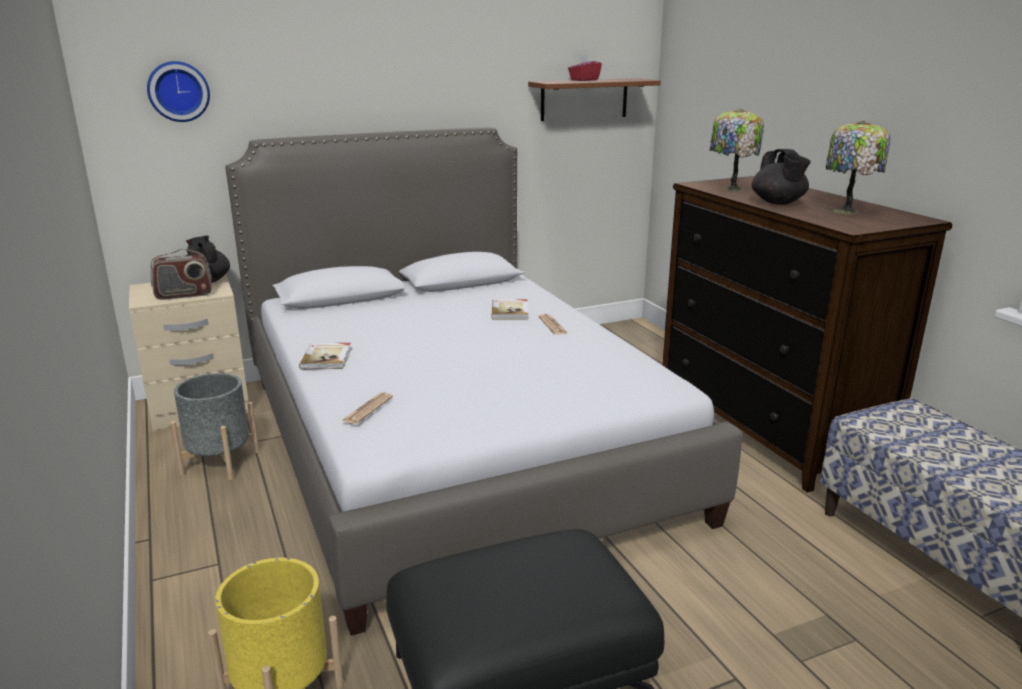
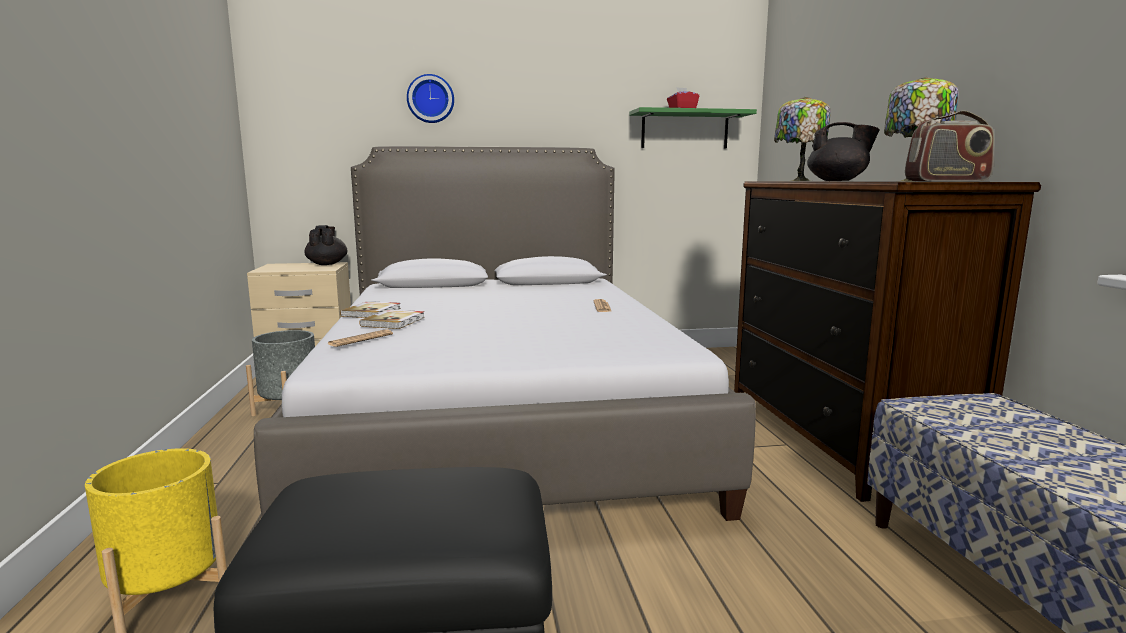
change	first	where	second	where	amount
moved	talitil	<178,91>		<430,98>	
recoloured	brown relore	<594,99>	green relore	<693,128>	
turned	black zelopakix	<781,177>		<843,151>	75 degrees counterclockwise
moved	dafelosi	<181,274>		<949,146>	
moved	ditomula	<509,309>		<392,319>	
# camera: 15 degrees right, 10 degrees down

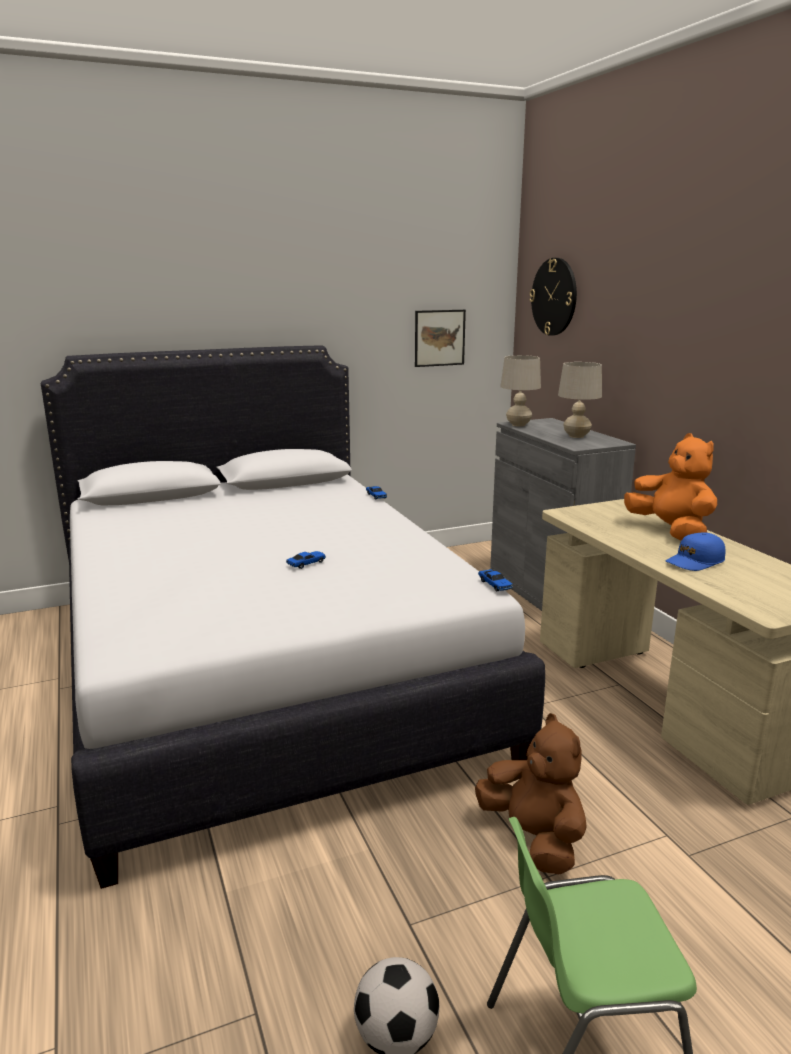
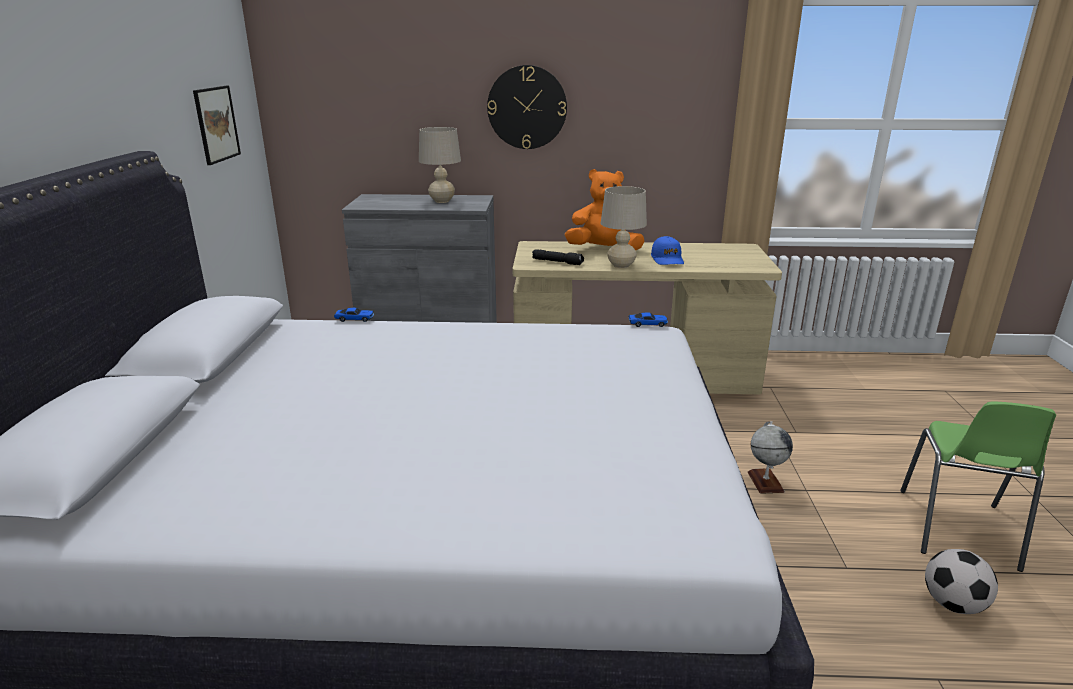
change	first	where	second	where	amount
moved	talitil	<553,297>		<527,107>	
moved	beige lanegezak	<520,391>		<624,227>	
removed	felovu	<306,560>			
replaced	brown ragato	<531,793>	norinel	<770,457>	
added			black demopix	<558,257>	
# camera: 65 degrees left, 5 degrees up

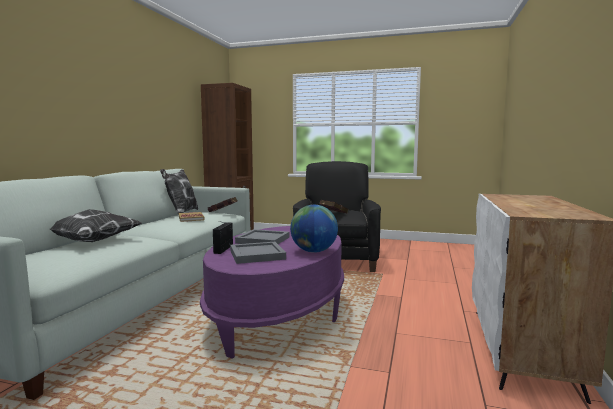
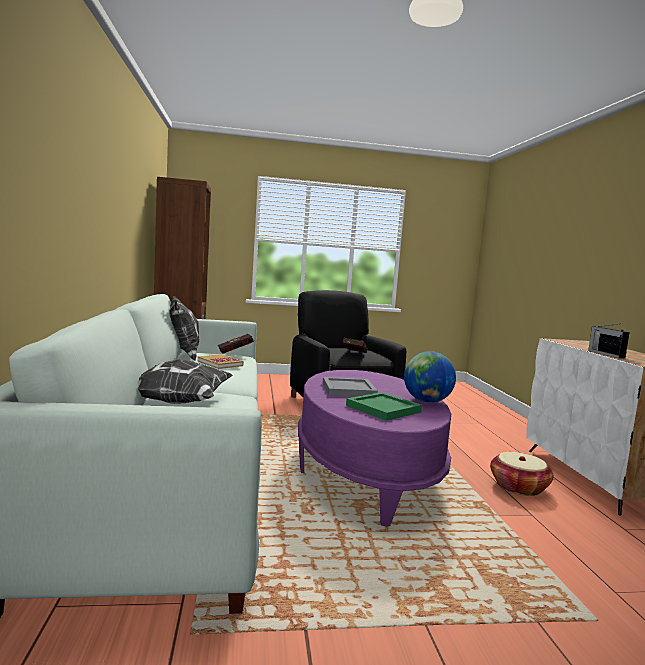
change	first	where	second	where	amount
moved	dafelosi	<223,237>		<609,340>	
recoloured	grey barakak	<258,253>	green barakak	<384,406>	
added			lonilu	<521,474>	
# camera: 25 degrees left, 0 degrees up

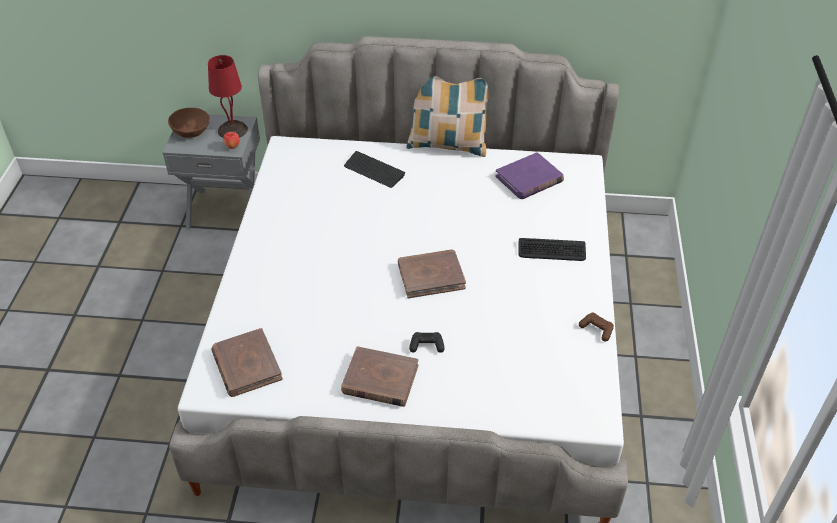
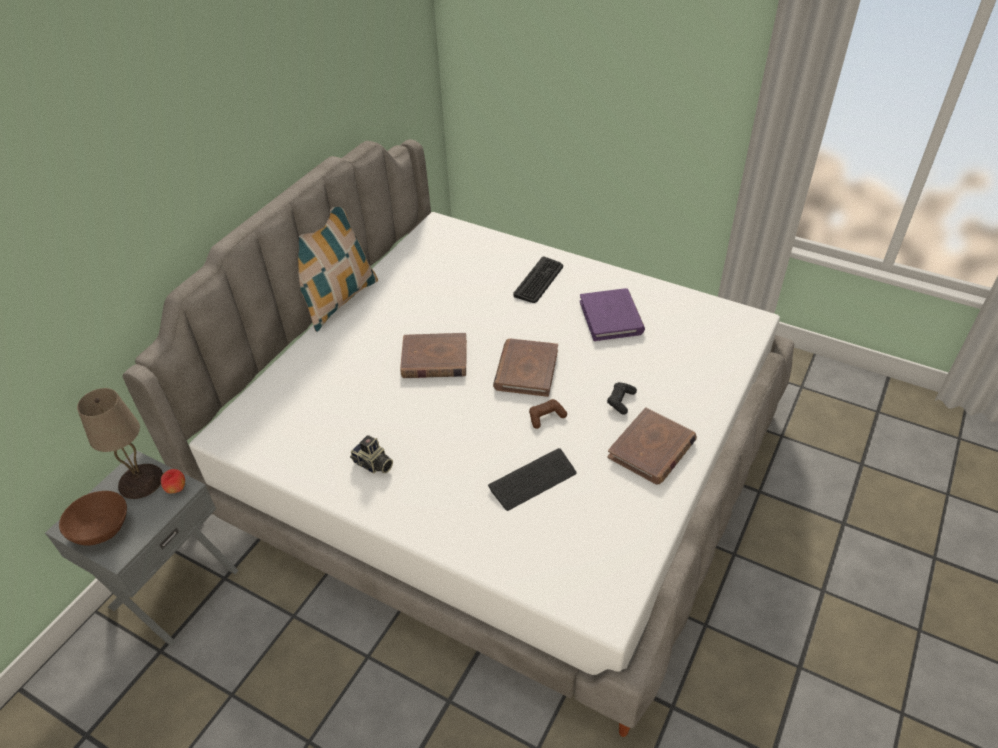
change	first	where	second	where	amount
recoloured	red lanegezak	<228,96>	beige lanegezak	<120,443>	
moved	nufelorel	<375,169>		<532,479>	
moved	purple ditomula	<529,175>		<612,314>	
moved	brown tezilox	<596,327>		<548,414>	
moved	brown ditomula	<247,362>		<433,355>	
added			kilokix	<371,454>	
# camera: 65 degrees left, 0 degrees up

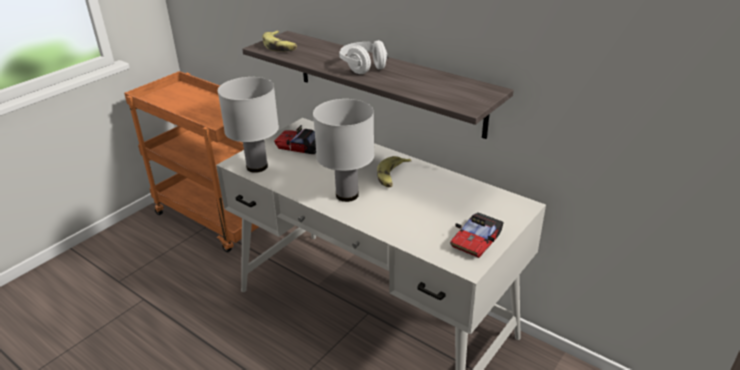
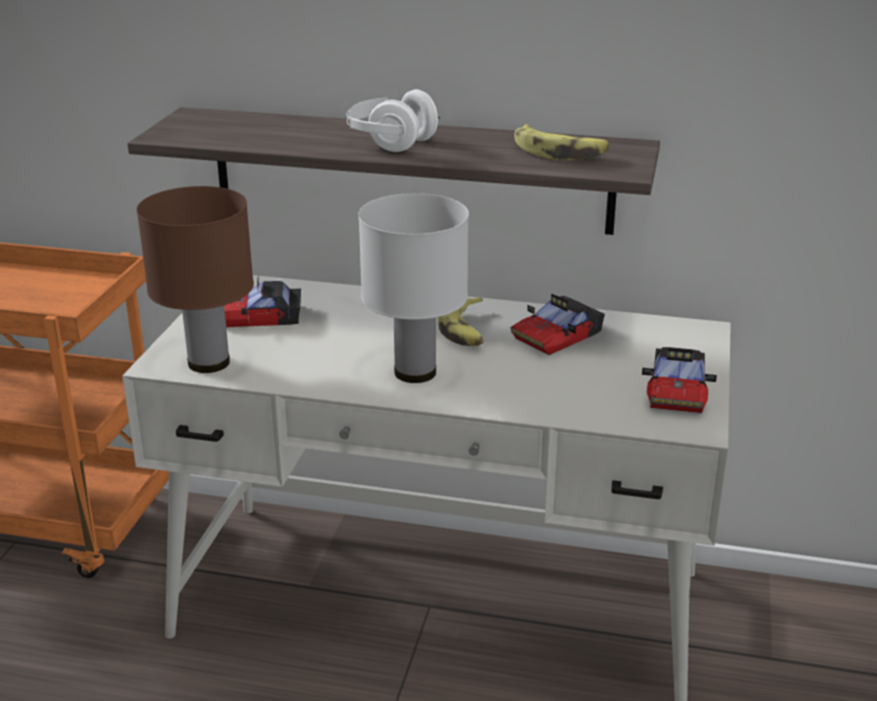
change	first	where	second	where	amount
moved	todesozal	<279,41>		<561,142>	
recoloured	white lanegezak	<248,125>	brown lanegezak	<195,279>	
added			felovu	<557,324>	
# camera: 25 degrees left, 5 degrees down

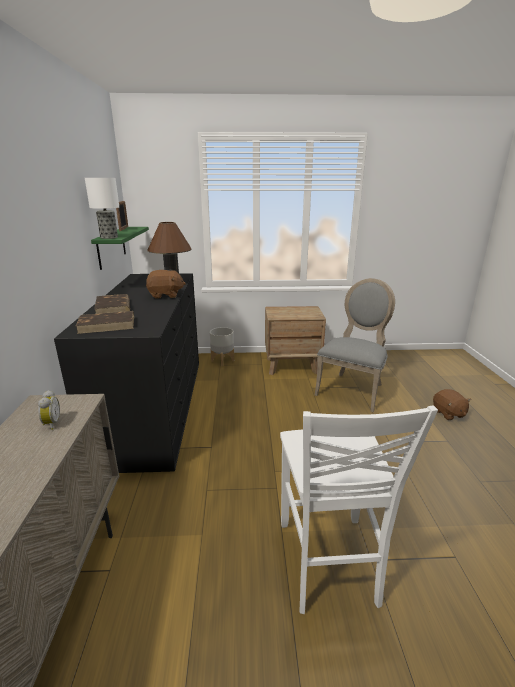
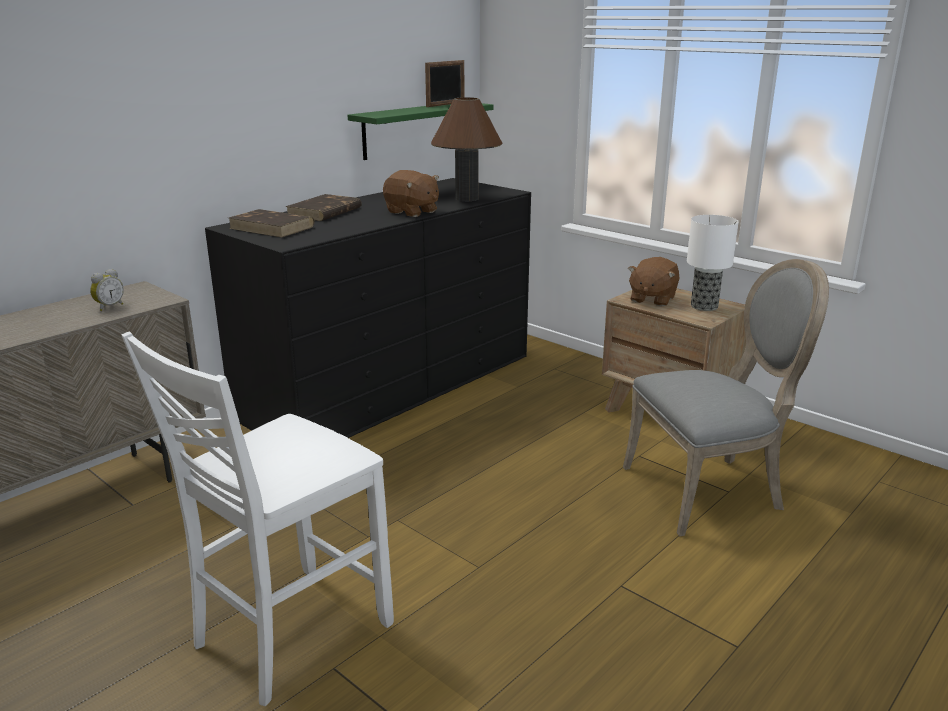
change	first	where	second	where	amount
moved	lanegezak	<102,208>		<713,263>	
removed	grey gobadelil	<222,346>			
moved	brown ragato	<452,404>		<654,282>	
# camera: 45 degrees right, 0 degrees up

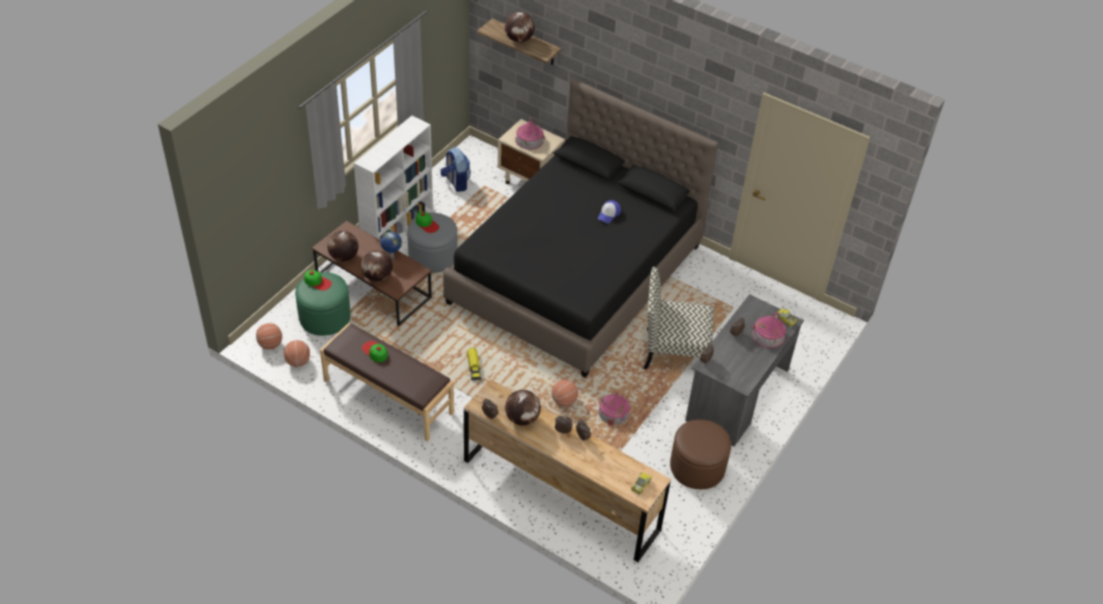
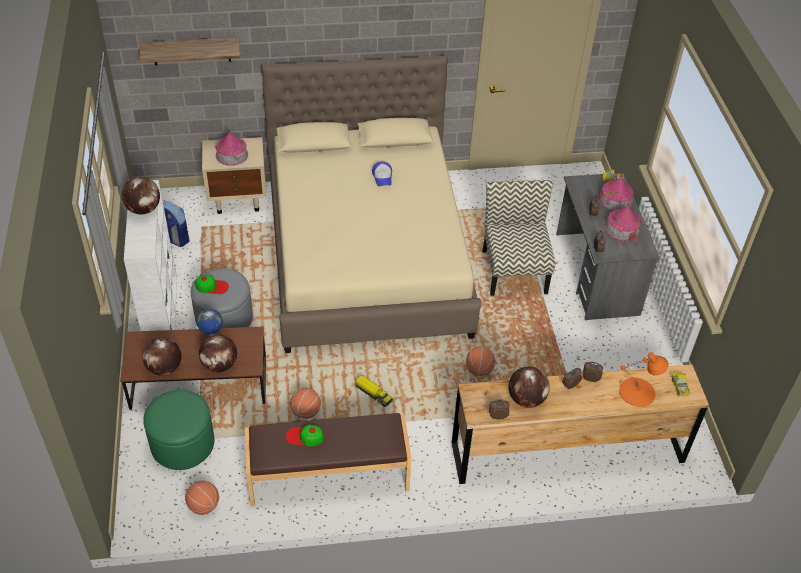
change	first	where	second	where	amount
moved	norinel	<520,27>		<141,196>	
recoloured	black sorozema	<580,228>	beige sorozema	<371,204>	
turned	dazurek	<679,318>		<518,238>	120 degrees clockwise
removed	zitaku	<318,280>			
moved	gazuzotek	<269,336>		<305,403>	
moved	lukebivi	<614,409>		<622,223>	
removed	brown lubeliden	<700,454>			
added			orange lanegezak	<644,379>	
# camera: 40 degrees left, 0 degrees up

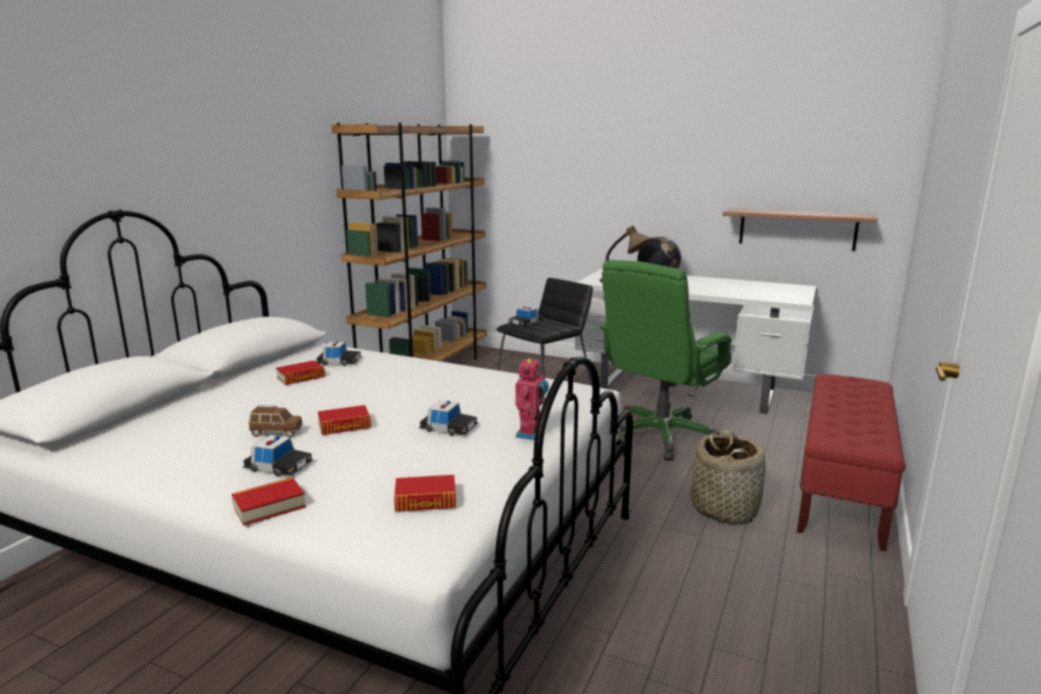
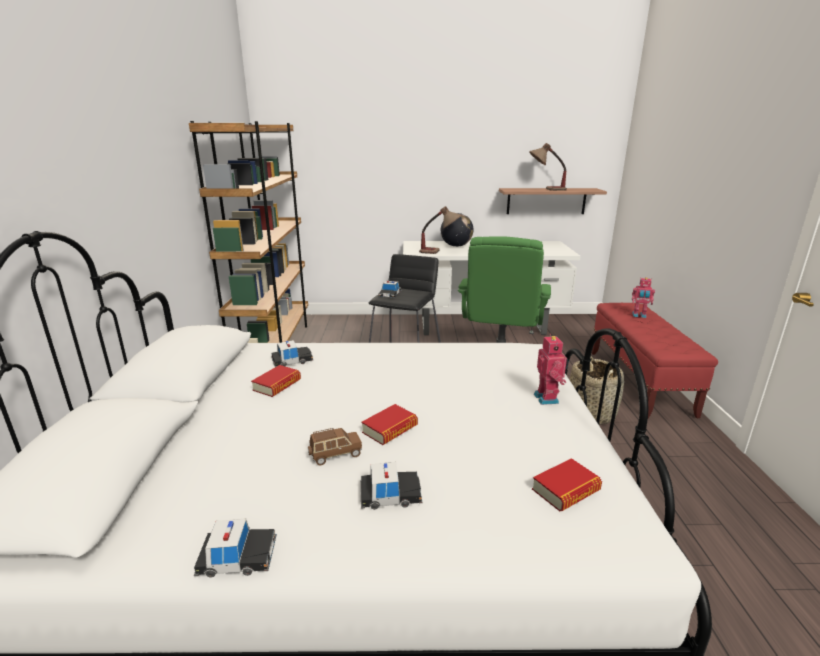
change	first	where	second	where	amount
moved	felovu	<448,418>		<235,548>	
removed	ditomula	<269,501>			
added			lanegezak	<548,167>	
added			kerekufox	<643,297>	
# camera: 25 degrees left, 5 degrees up

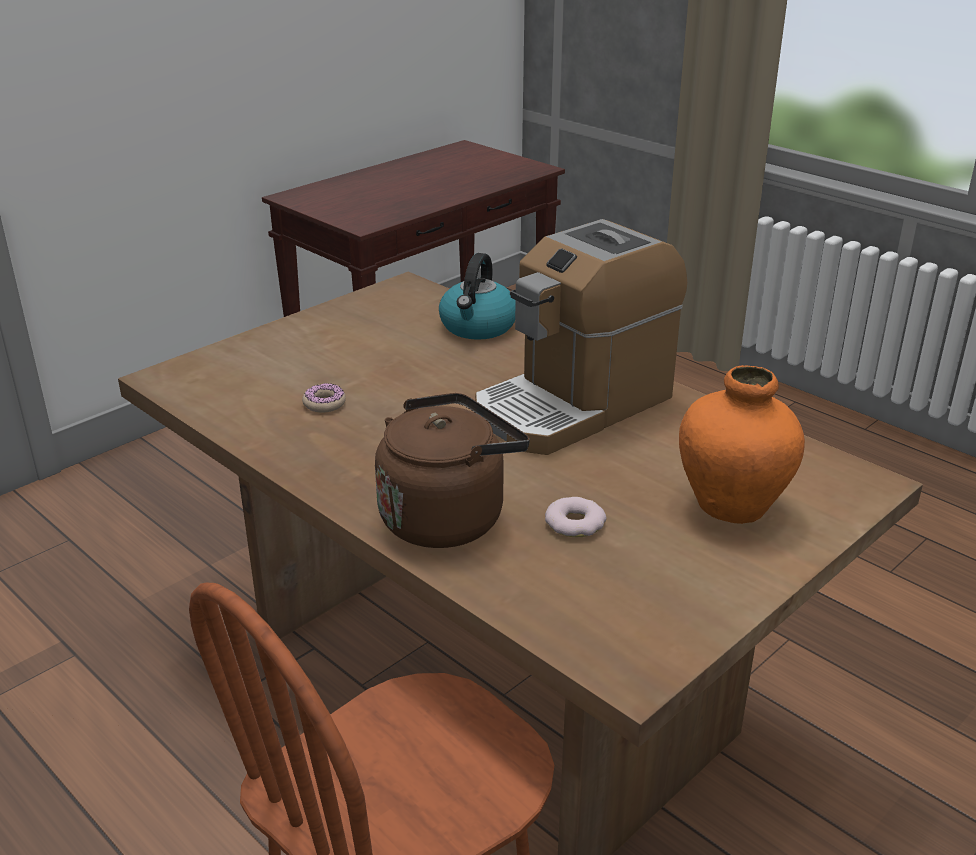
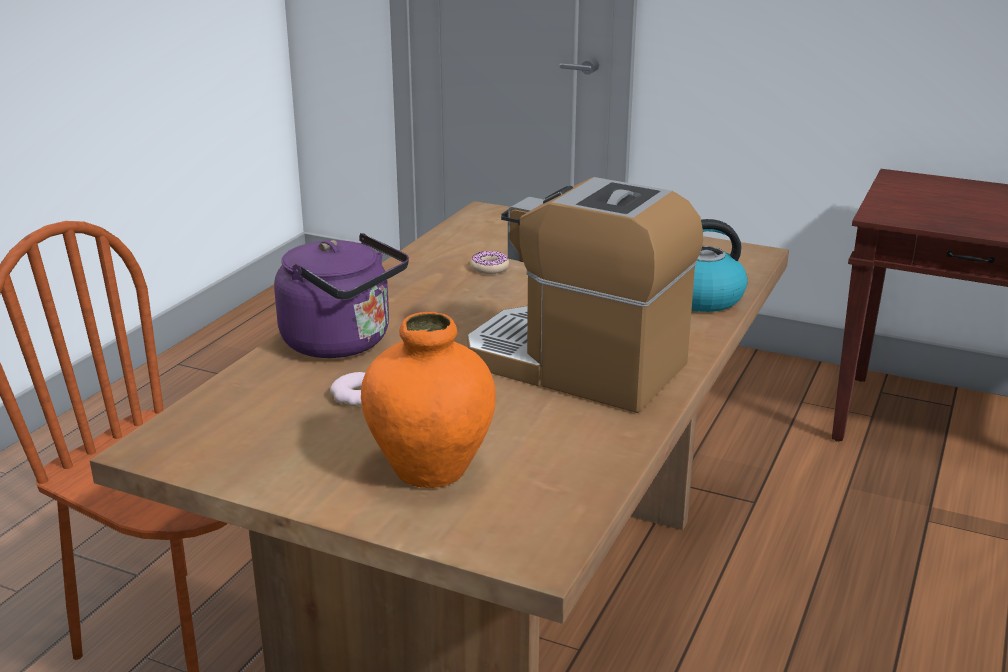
change	first	where	second	where	amount
recoloured	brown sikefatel	<452,470>	purple sikefatel	<341,295>	
# camera: 70 degrees right, 5 degrees down

